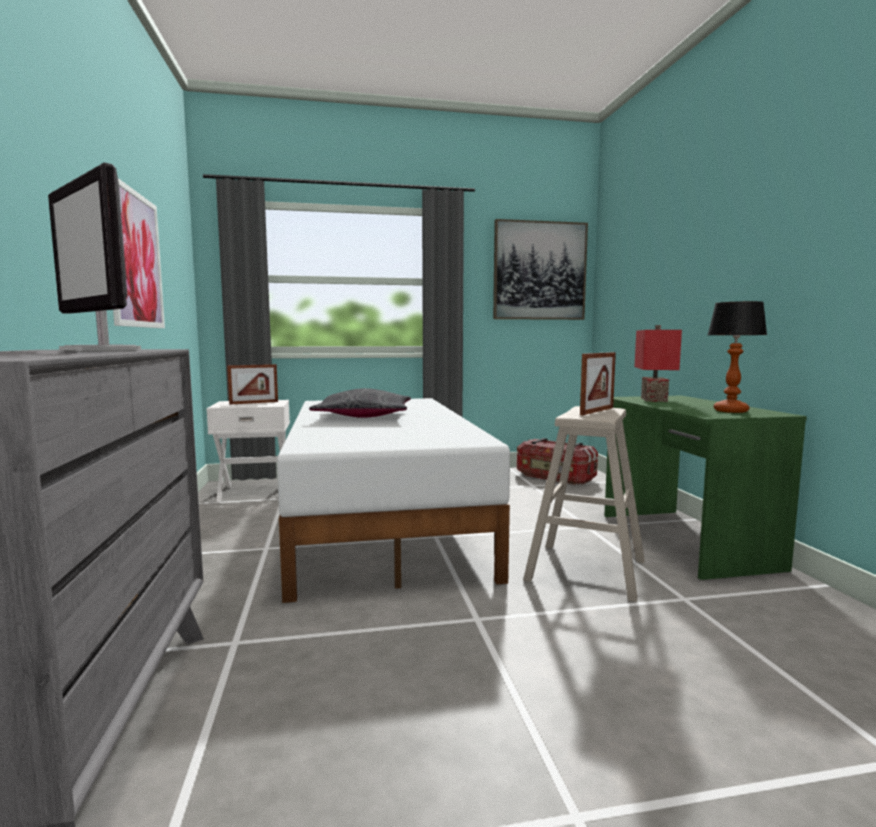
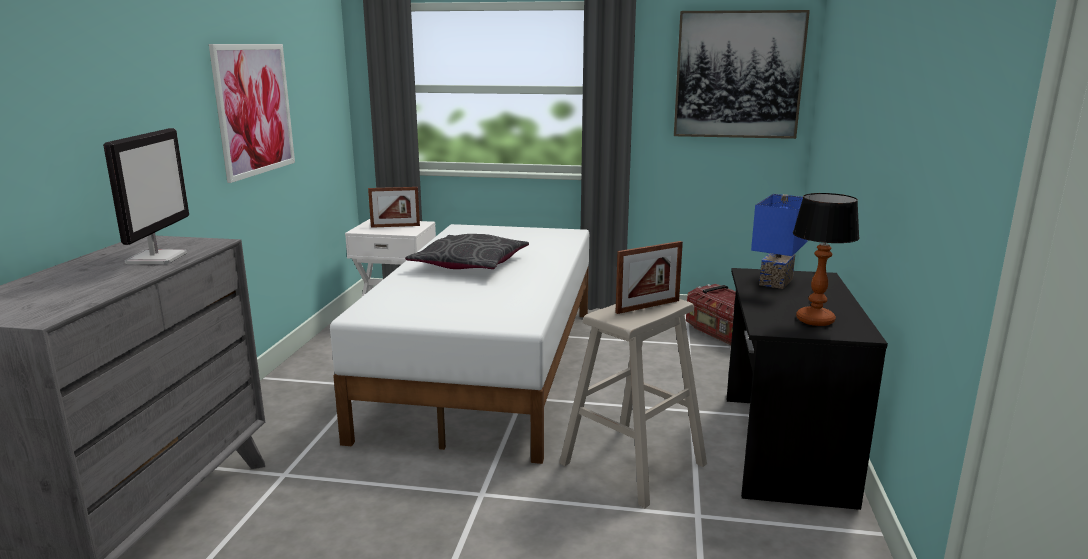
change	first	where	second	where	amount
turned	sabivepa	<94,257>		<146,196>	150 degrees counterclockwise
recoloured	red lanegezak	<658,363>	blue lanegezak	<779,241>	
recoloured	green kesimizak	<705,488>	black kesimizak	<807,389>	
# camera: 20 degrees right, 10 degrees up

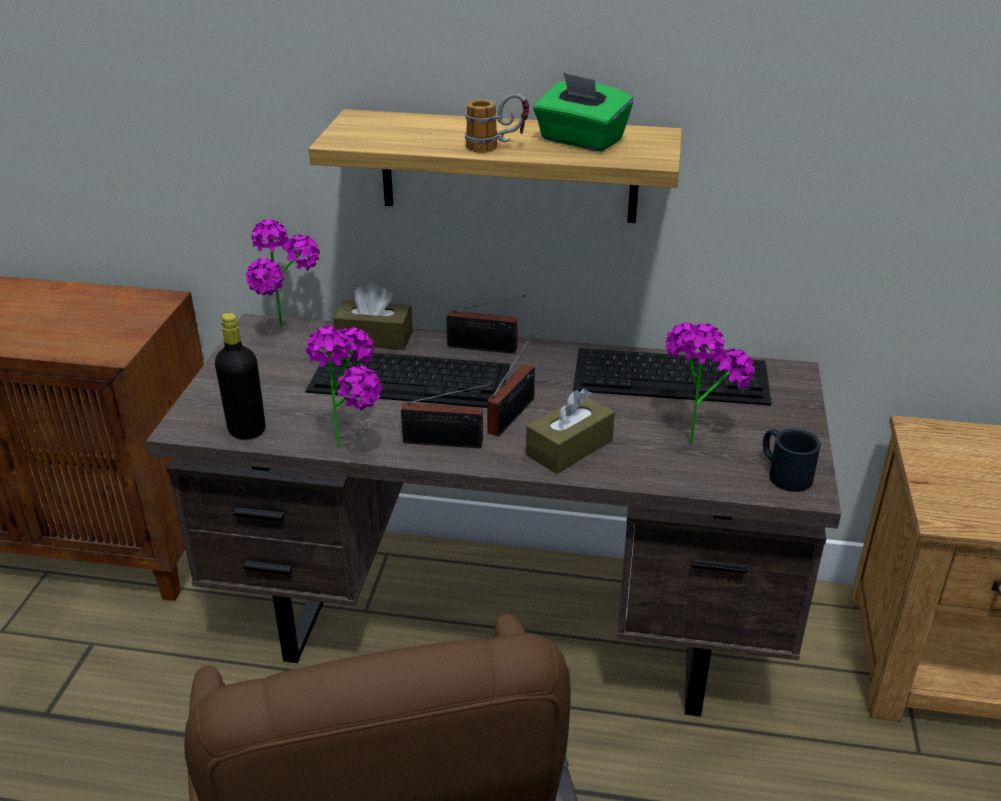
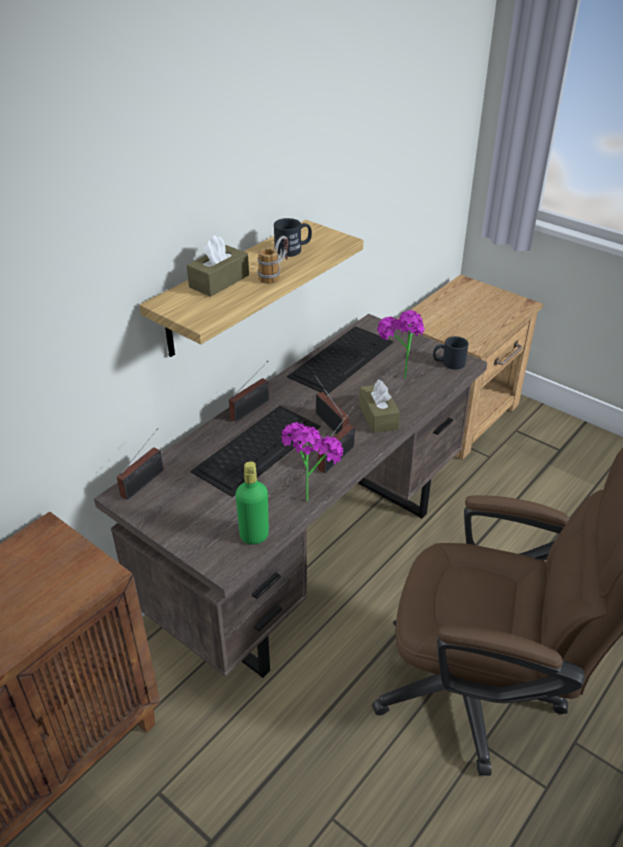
change	first	where	second	where	amount
replaced	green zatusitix	<583,112>	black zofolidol	<293,237>	
replaced	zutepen	<283,273>	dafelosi	<140,464>	
moved	brown zatusitix	<373,316>		<218,266>	
recoloured	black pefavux	<240,376>	green pefavux	<252,503>	
# camera: 60 degrees left, 5 degrees up

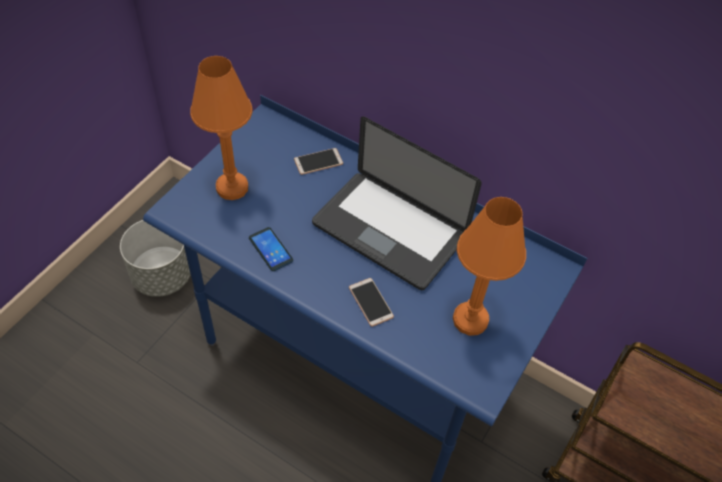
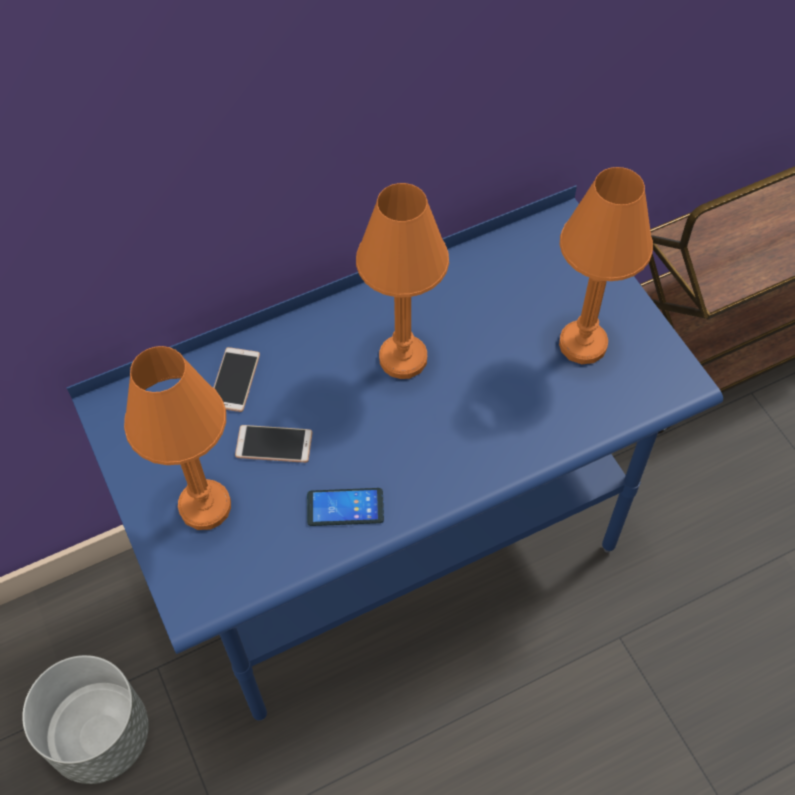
change	first	where	second	where	amount
replaced	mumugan	<397,203>	orange lanegezak	<402,281>	
moved	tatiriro	<371,302>		<273,444>	
# camera: 55 degrees left, 5 degrees up

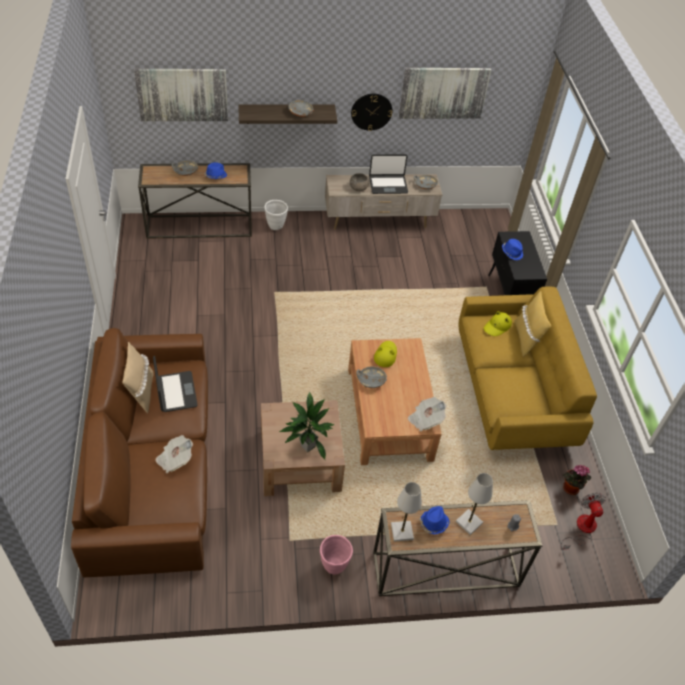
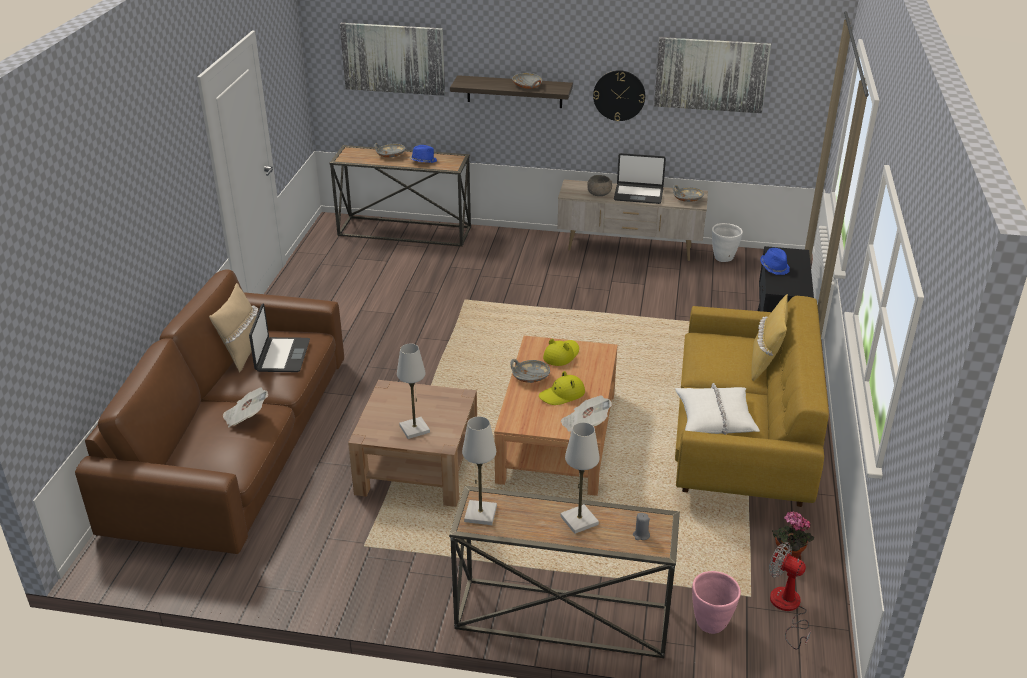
change	first	where	second	where	amount
moved	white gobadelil	<276,215>		<727,242>	
moved	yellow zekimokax	<498,323>		<562,388>	
replaced	zutepen	<307,426>	white lanegezak	<413,391>	
turned	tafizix	<583,521>		<790,595>	60 degrees counterclockwise
removed	blue zekimokax	<434,520>			
moved	pink gobadelil	<336,555>		<716,602>	
added			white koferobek	<717,409>	
# camera: 20 degrees right, 15 degrees down

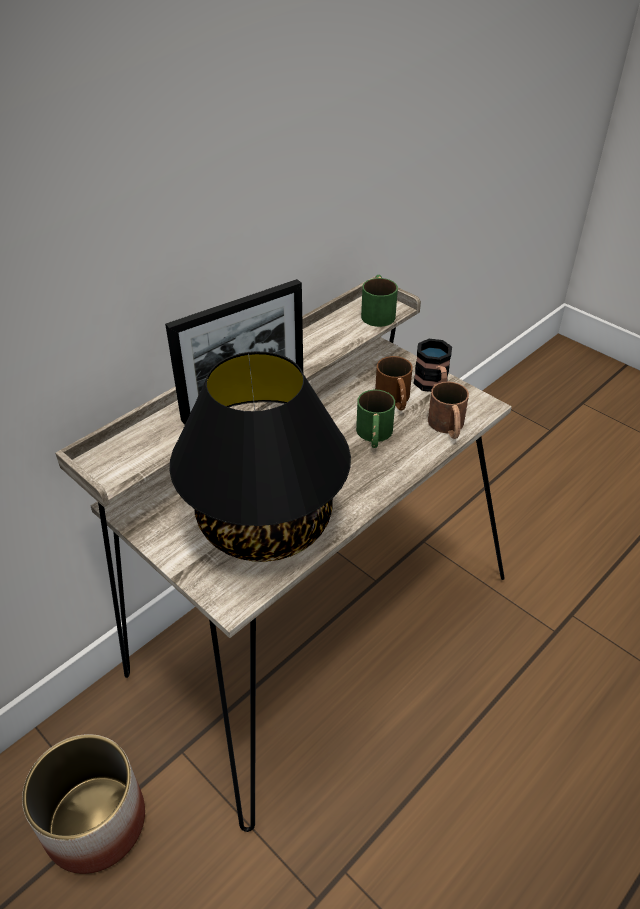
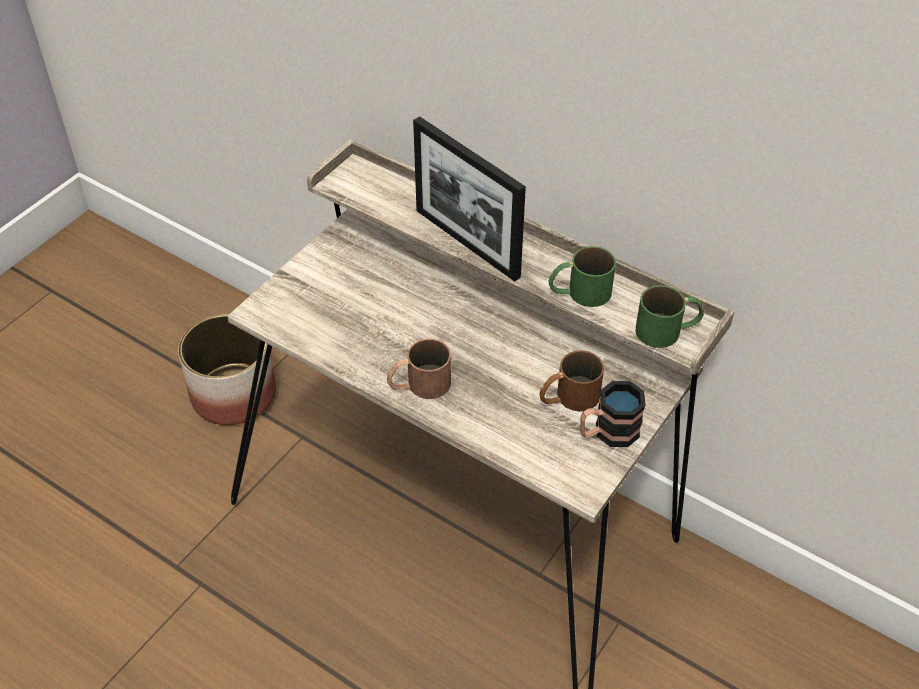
change	first	where	second	where	amount
removed	black lanegezak	<260,456>			
moved	brown zofolidol	<448,410>		<419,369>	
moved	green zofolidol	<375,419>		<582,276>	
# camera: 80 degrees right, 5 degrees up

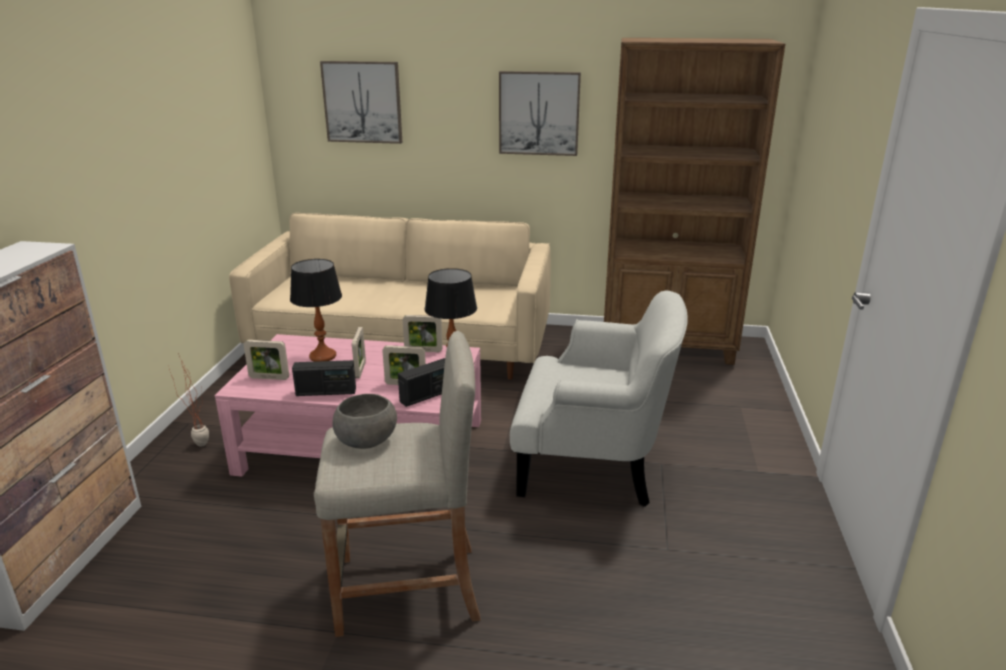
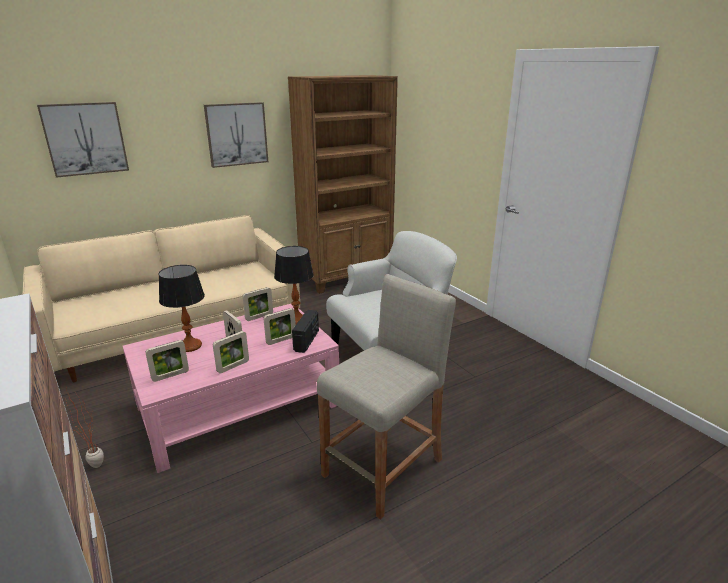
change	first	where	second	where	amount
replaced	dafelosi	<324,378>	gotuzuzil	<231,352>	
removed	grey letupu	<364,421>			
# camera: 40 degrees left, 0 degrees up

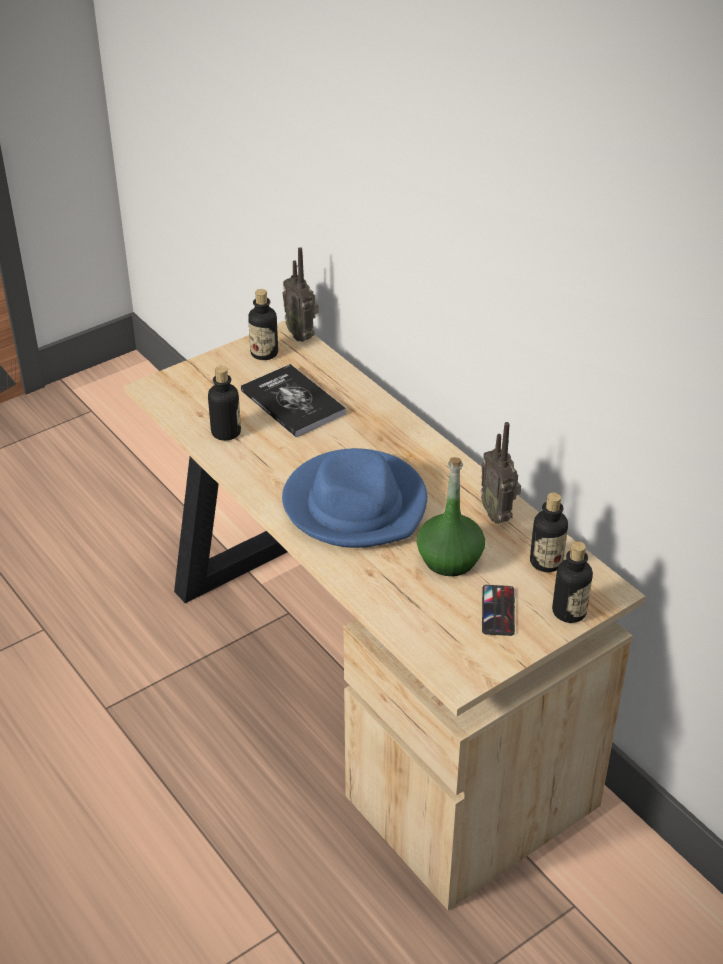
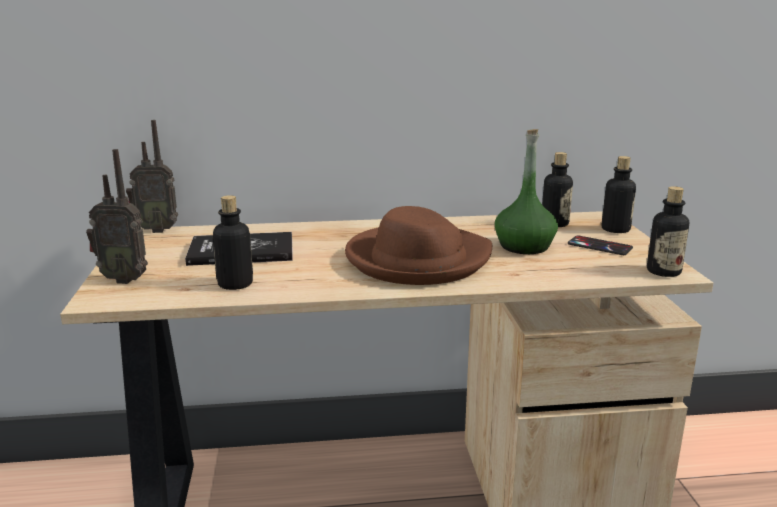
change	first	where	second	where	amount
moved	pefavux	<263,324>		<668,231>	
moved	dafelosi	<501,473>		<117,216>	
recoloured	blue zekimokax	<354,498>	brown zekimokax	<418,245>	
# camera: 60 degrees left, 20 degrees down

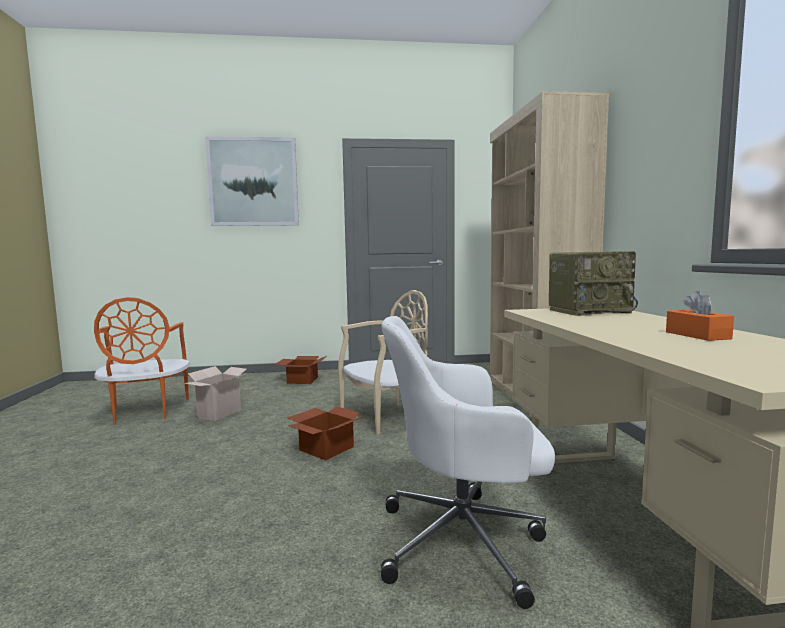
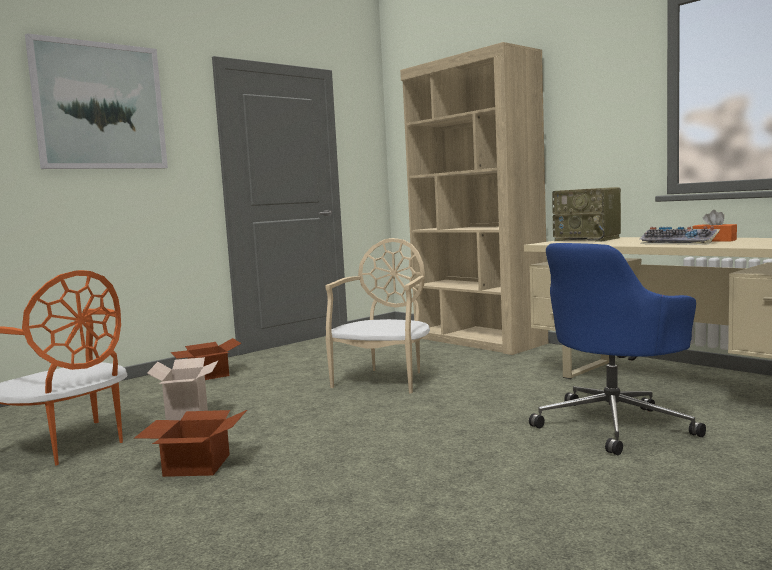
change	first	where	second	where	amount
turned	dafelosi	<593,283>		<586,214>	90 degrees clockwise
recoloured	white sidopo	<468,462>	blue sidopo	<617,349>	
moved	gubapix	<326,433>		<190,443>	
added			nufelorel	<679,235>	
# camera: 35 degrees left, 0 degrees up

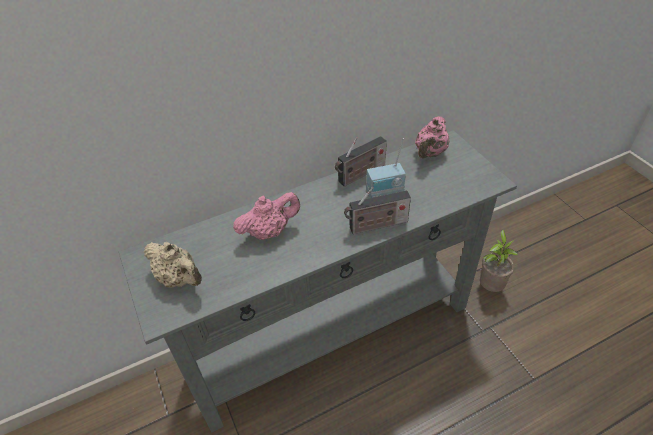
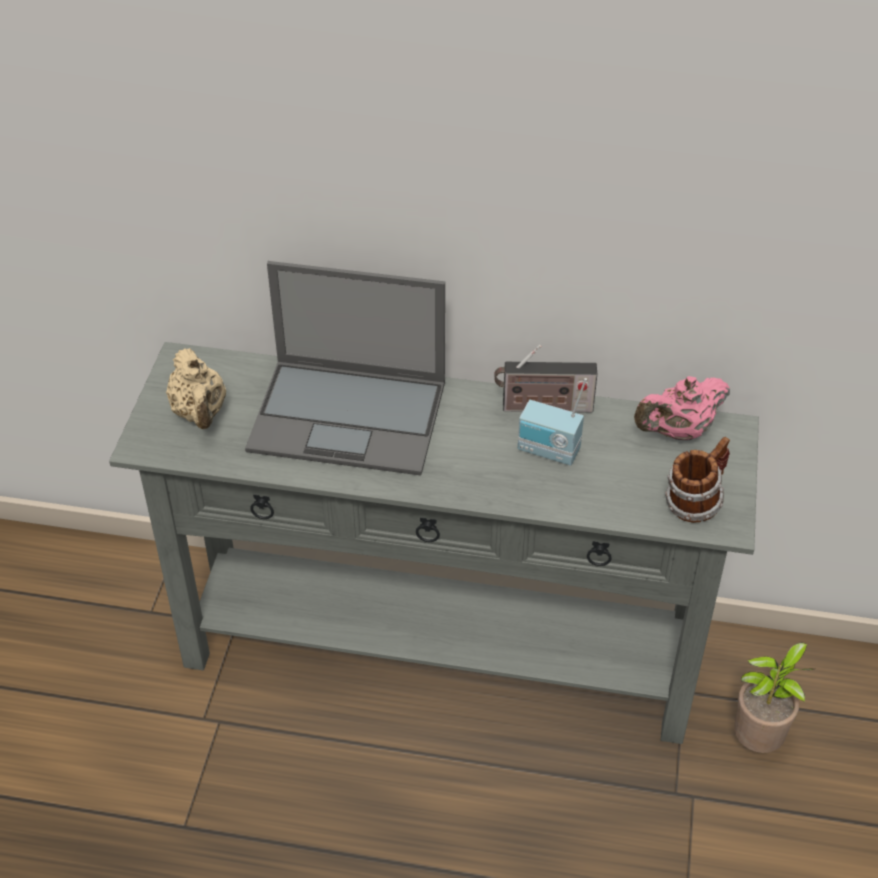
change	first	where	second	where	amount
removed	dafelosi	<377,210>			
replaced	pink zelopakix	<266,216>	mumugan	<345,368>	
added			zofolidol	<697,480>	
# camera: 35 degrees right, 0 degrees up

